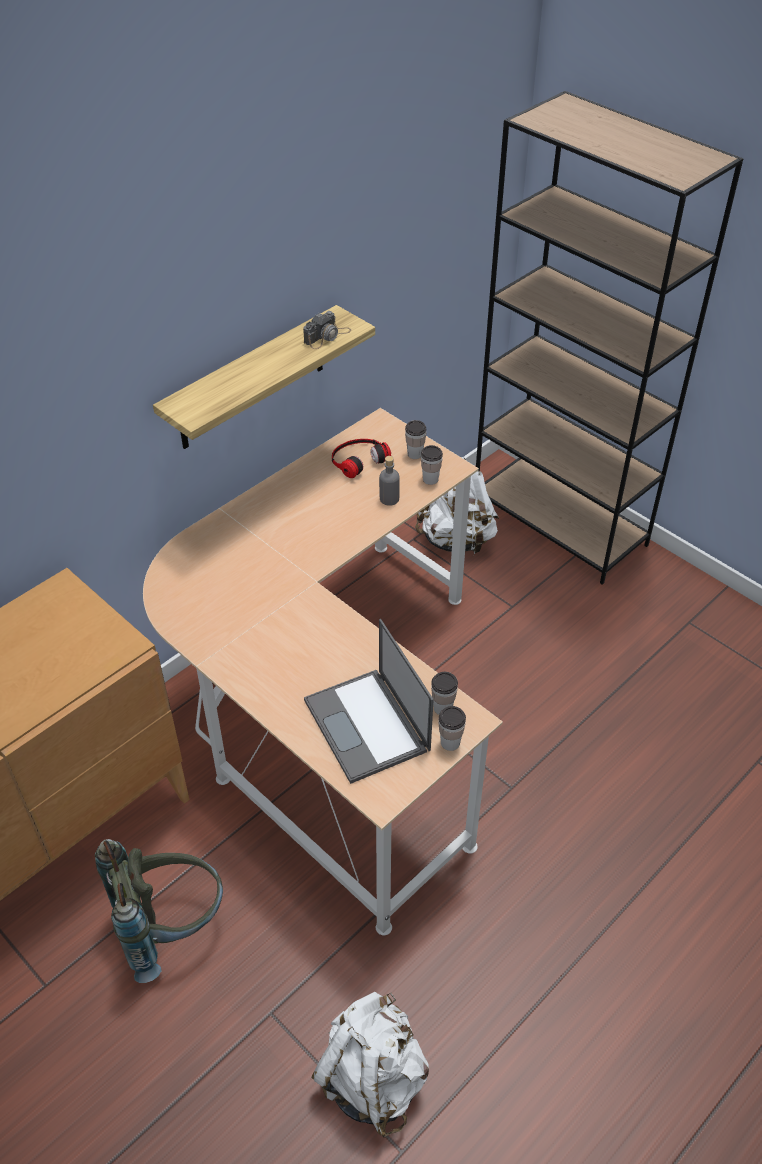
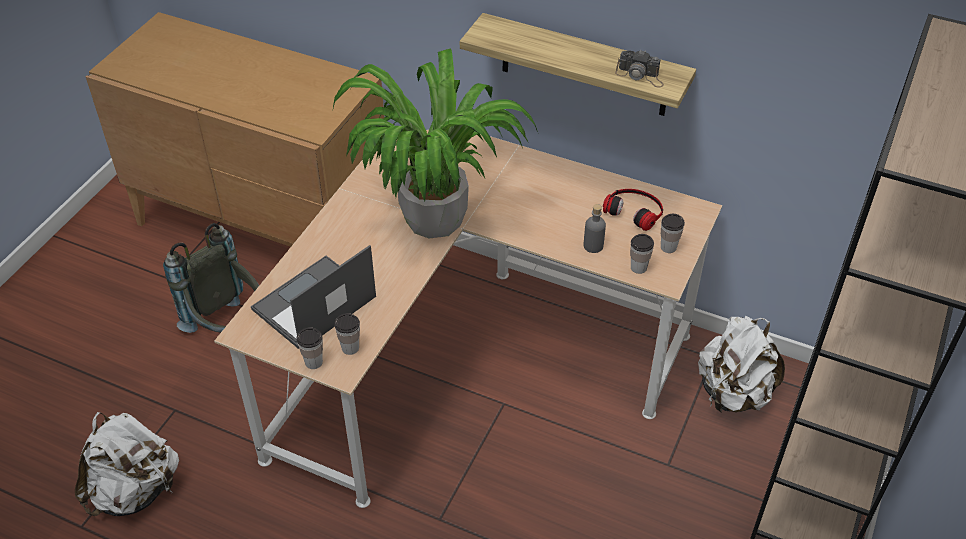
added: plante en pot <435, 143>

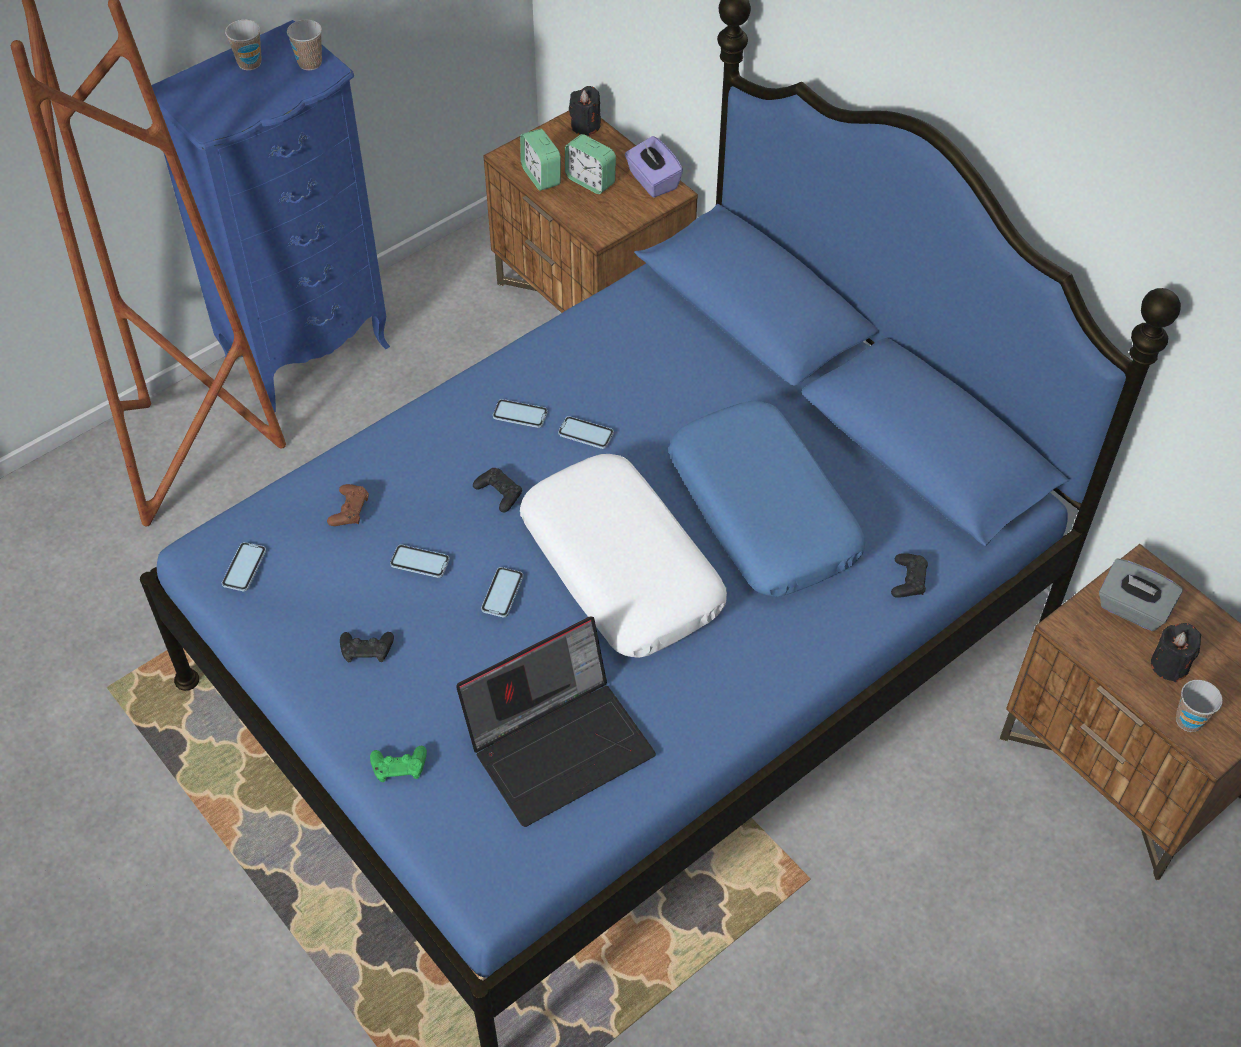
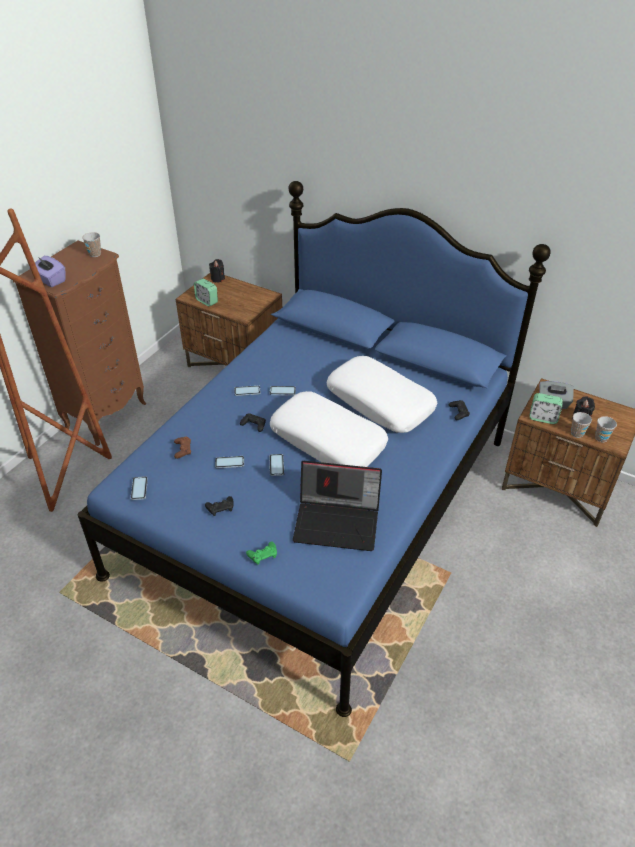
moved: tasse <243, 44> to <581, 425>; réveil <590, 164> to <546, 408>; boîte à mouchoirs [violet] <654, 167> to <47, 271>
recoloured: commode [bleu] <270, 216> to commode [marron] <80, 343>; coussin [bleu] <767, 499> to coussin [blanc] <382, 394>
turned: ordinateur portable <556, 721> = <337, 506> 60 degrees clockwise

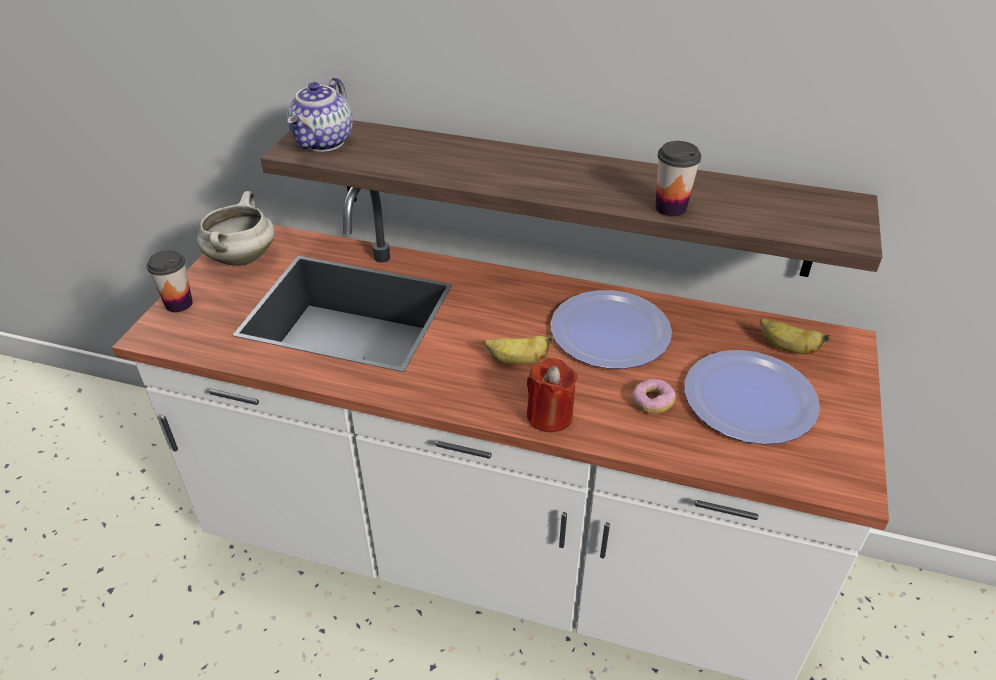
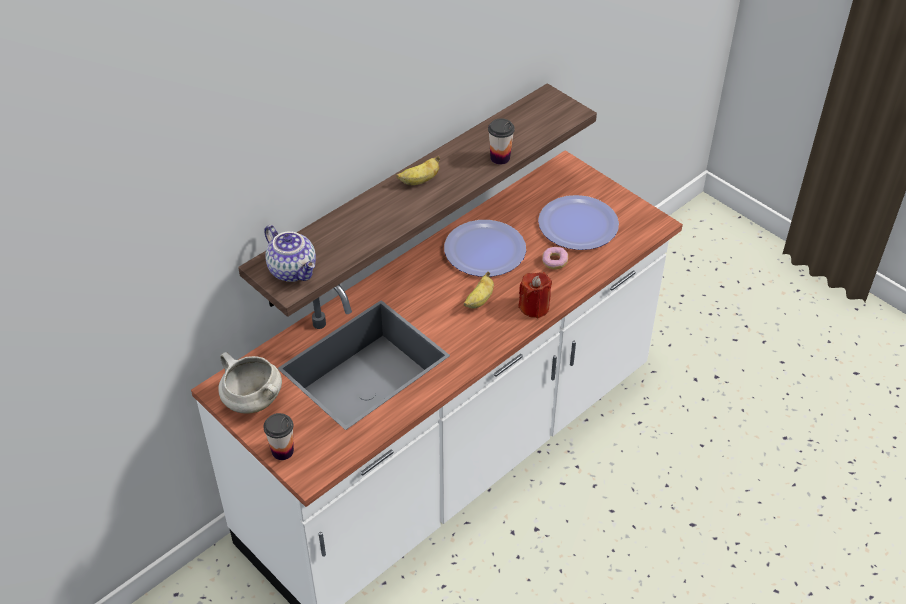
moved: banane <795, 336> to <418, 170>

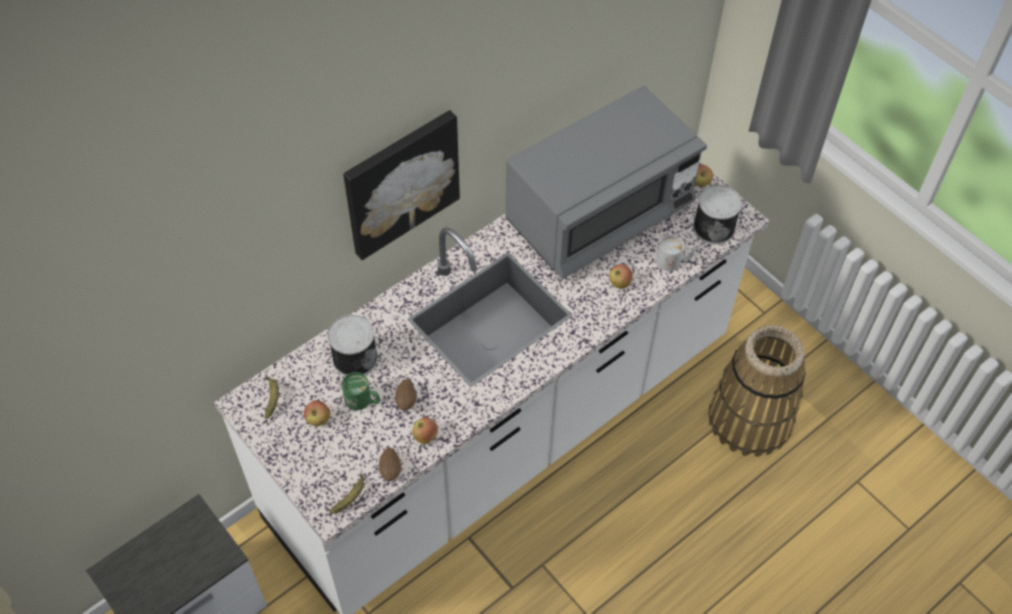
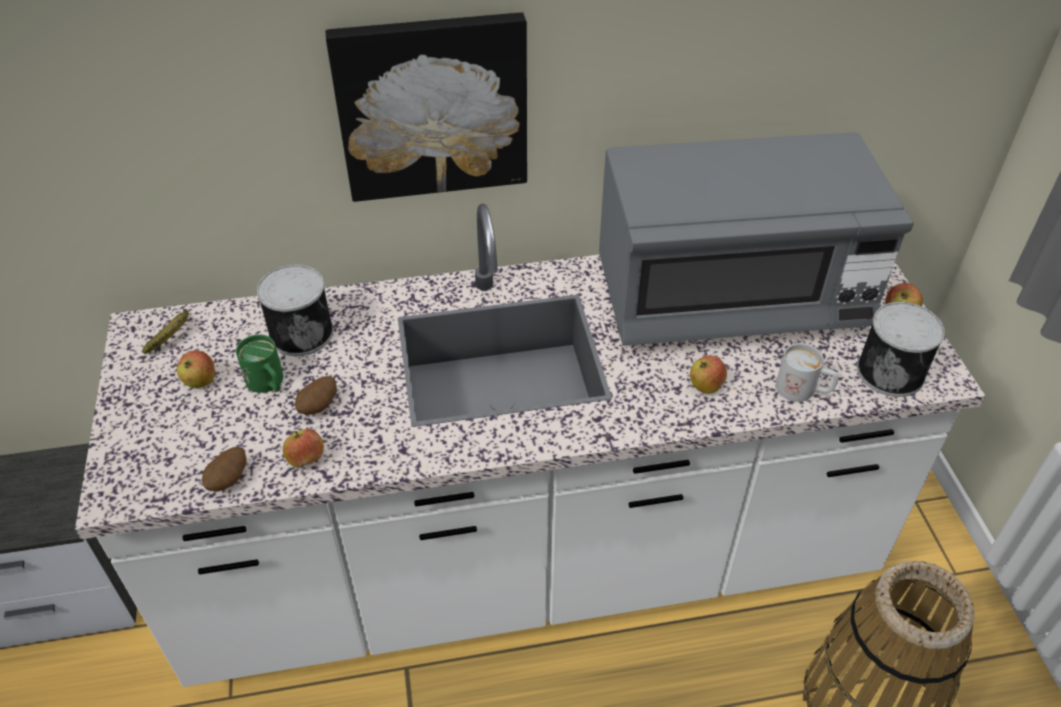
removed: banane <347, 494>

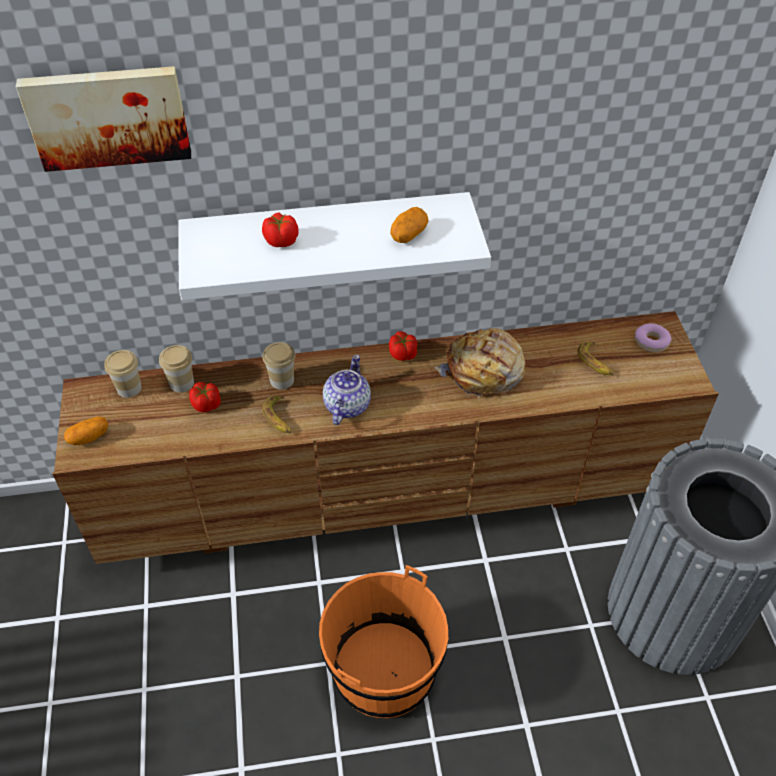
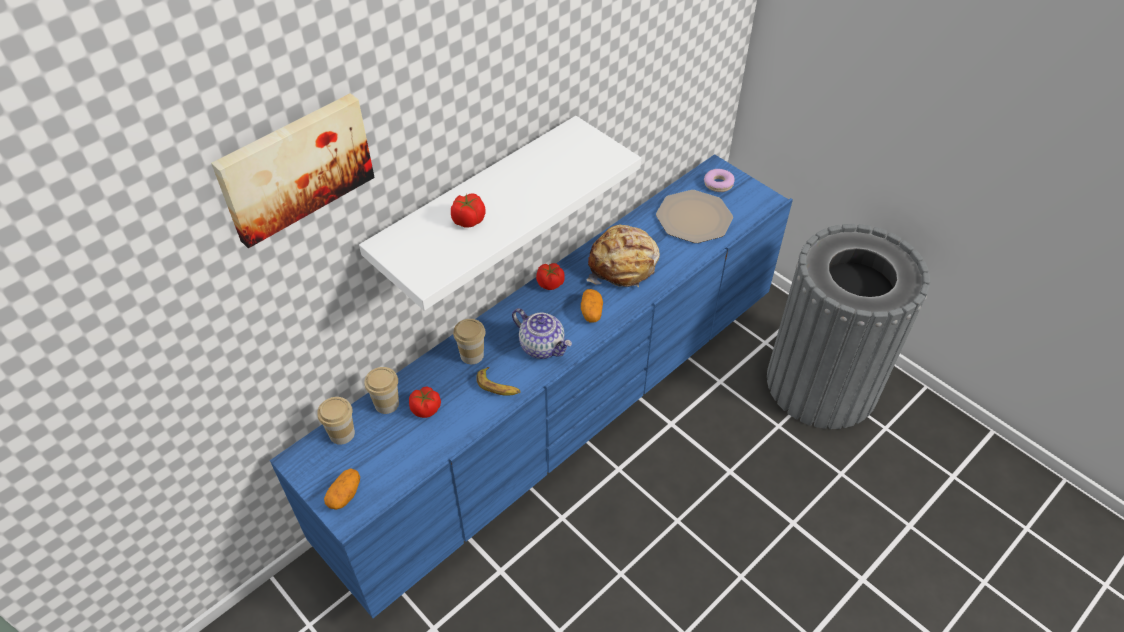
removed: seau [orange] <383, 641>
moved: pomme de terre <409, 225> to <592, 306>
replaced: banane <596, 358> to assiette <694, 216>
recoloured: meuble de rangement [marron] <385, 437> to meuble de rangement [bleu] <531, 386>
turned: théière <347, 389> = <542, 333> 150 degrees clockwise

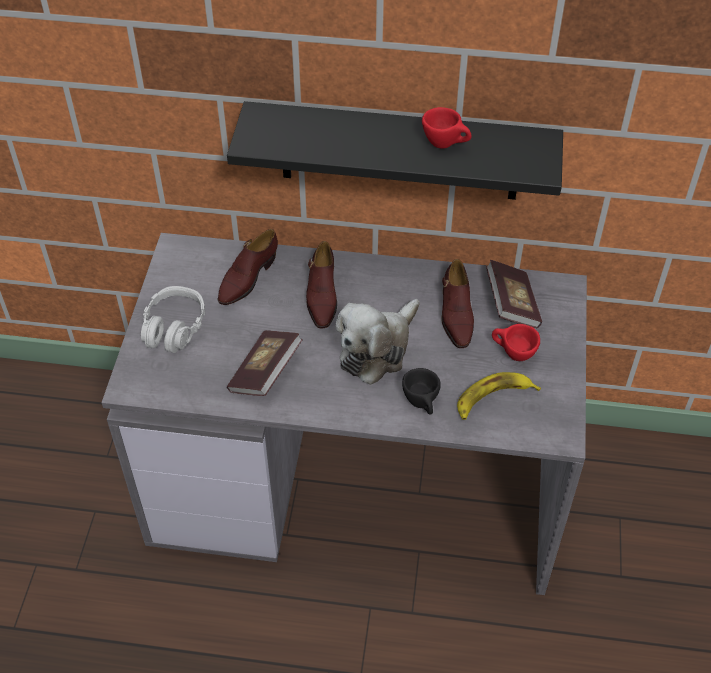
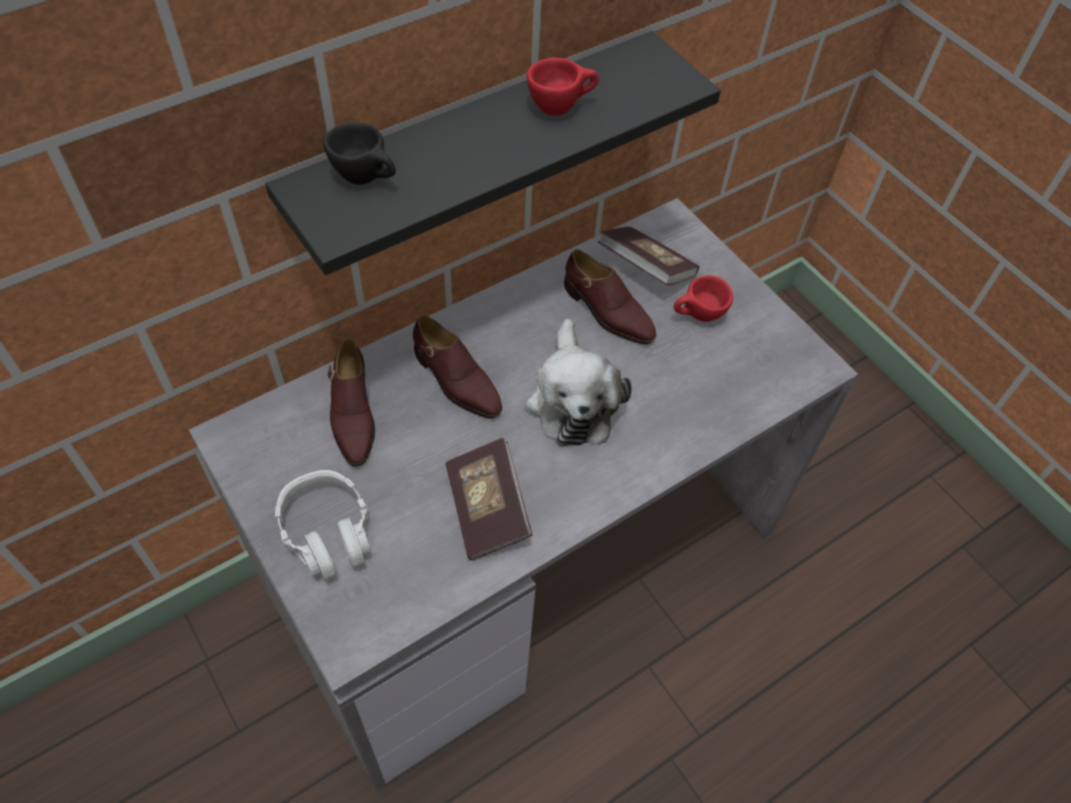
removed: banane <499, 396>
moved: tasse [noir] <421, 391> to <359, 153>

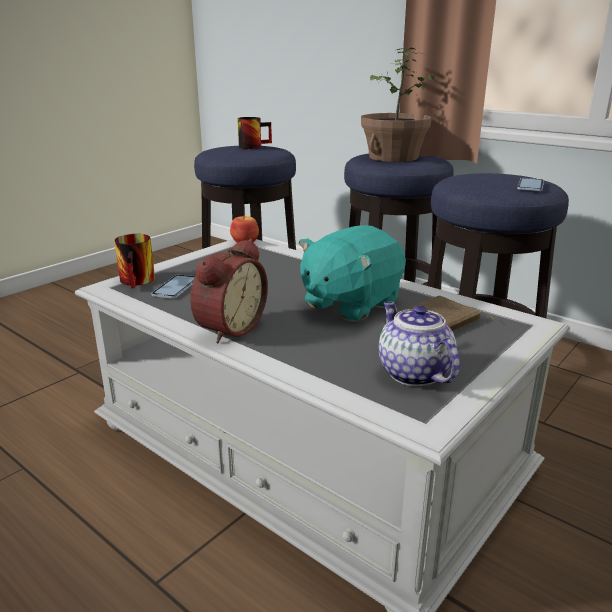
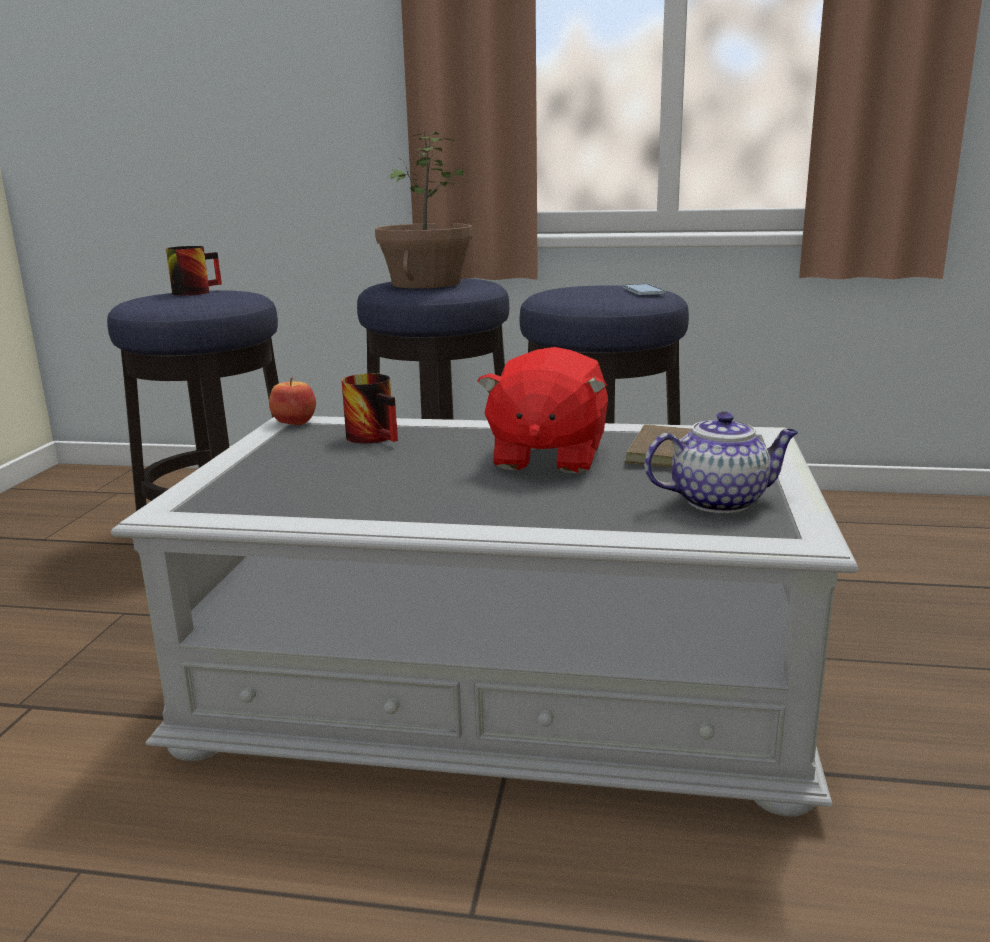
removed: réveil <229, 291>; téléphone <173, 287>
moved: mug <135, 261> to <370, 409>
recoloured: peluche [turquoise] <352, 273> to peluche [rouge] <542, 410>
turned: théière <419, 343> = <721, 462> 135 degrees clockwise

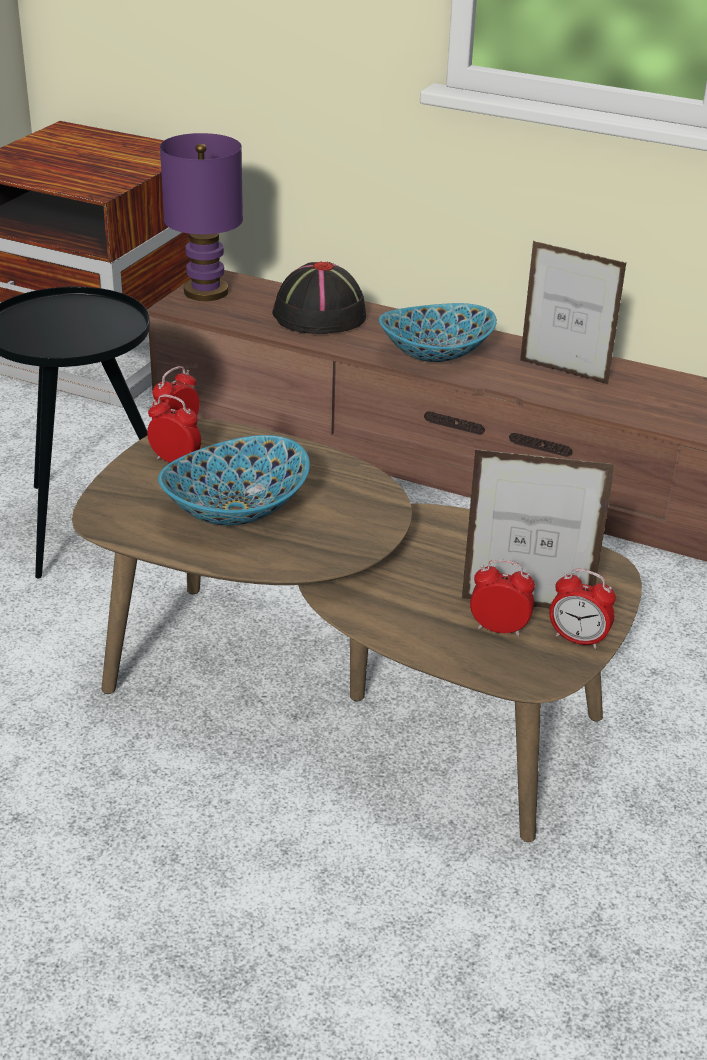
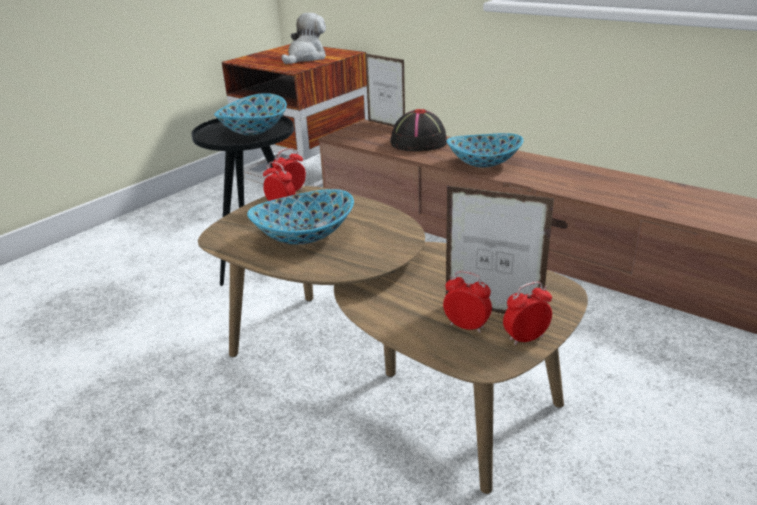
removed: lampe de table [violet] <201, 217>
added: peluche <304, 38>; bol <250, 114>
moved: cadre photo <573, 313> to <385, 90>
turned: réveil <582, 609> = <527, 313> 120 degrees clockwise

